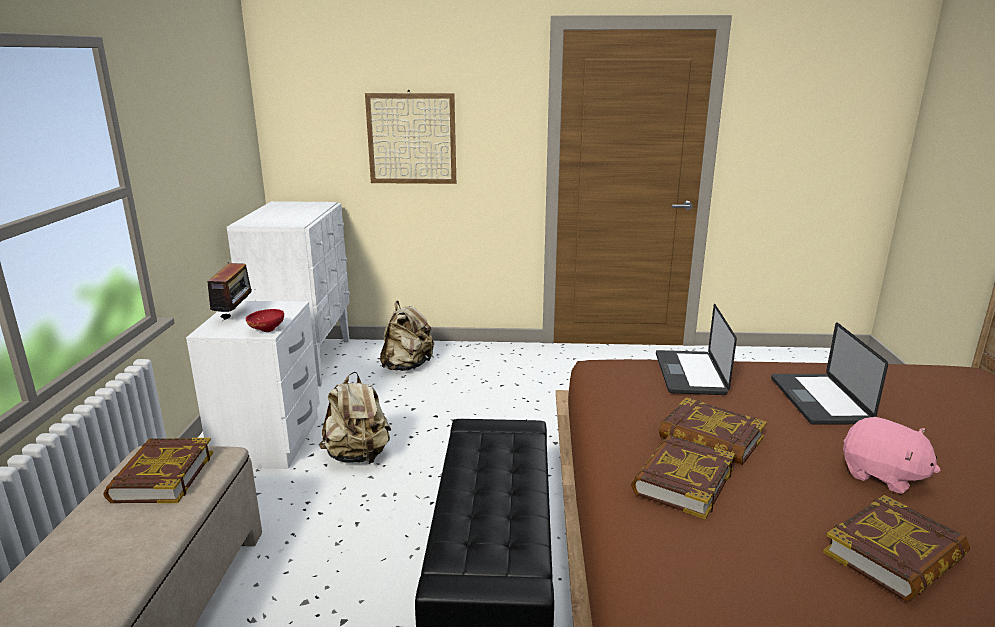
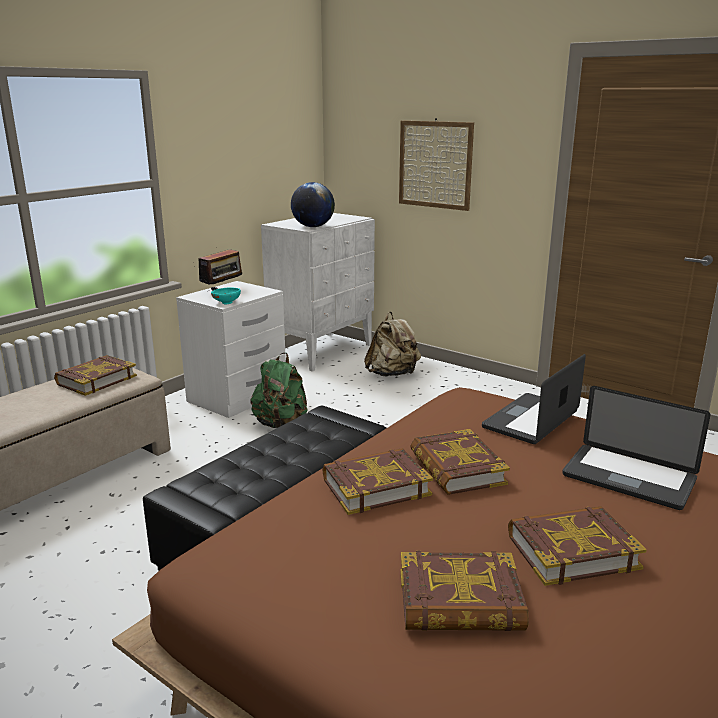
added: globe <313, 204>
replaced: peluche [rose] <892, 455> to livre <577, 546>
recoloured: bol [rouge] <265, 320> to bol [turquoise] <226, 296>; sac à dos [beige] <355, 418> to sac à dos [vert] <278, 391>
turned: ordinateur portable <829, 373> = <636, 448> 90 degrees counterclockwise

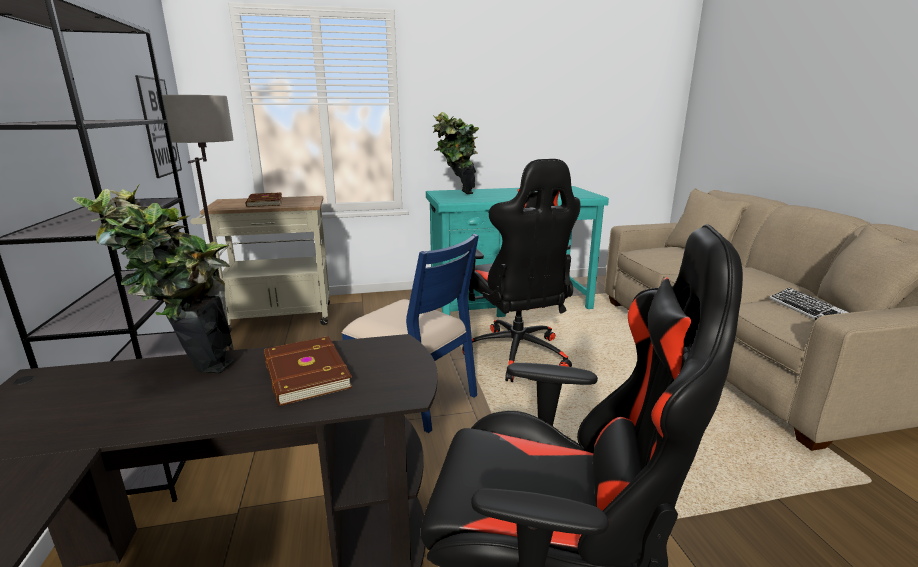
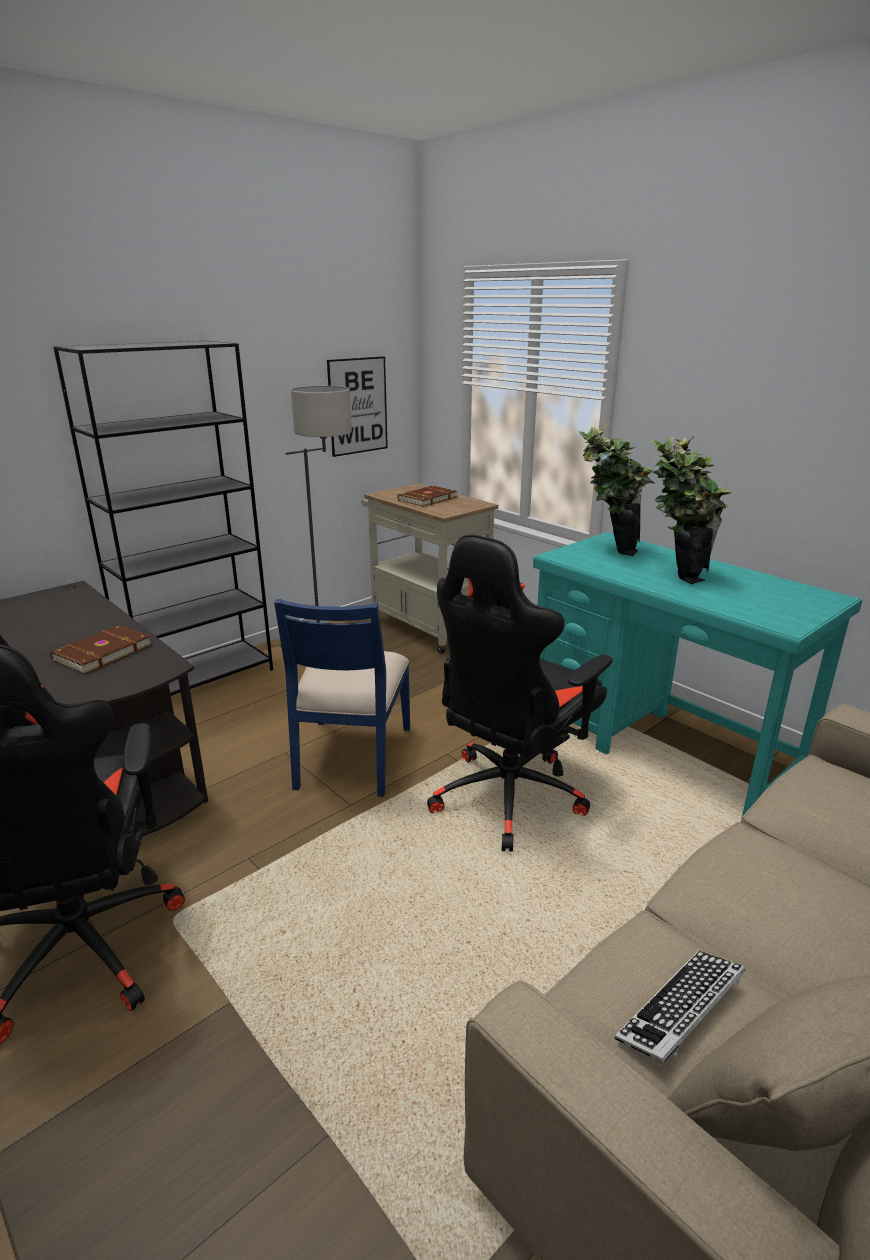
moved: plante en pot <153, 279> to <692, 510>

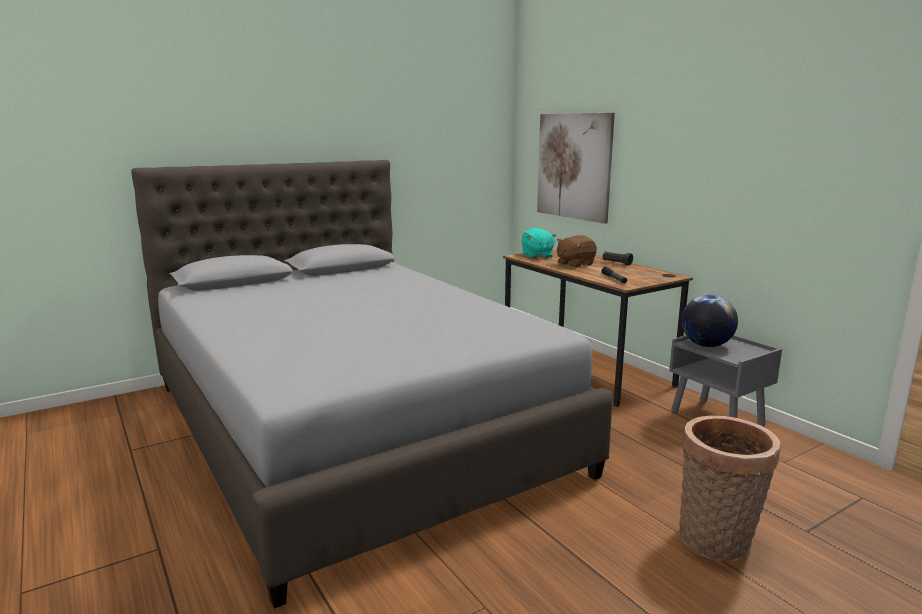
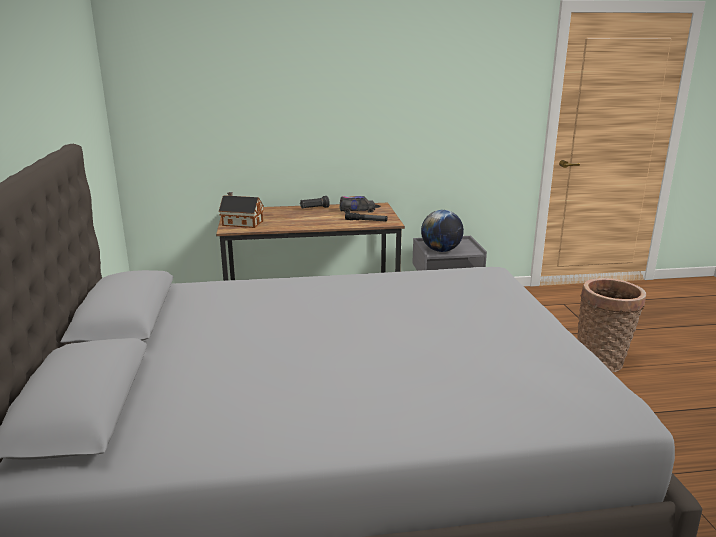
removed: tableau <576, 168>; peluche [marron] <577, 251>
added: camion jouet <357, 204>
replaced: peluche [turquoise] <539, 243> to maison miniature <241, 210>

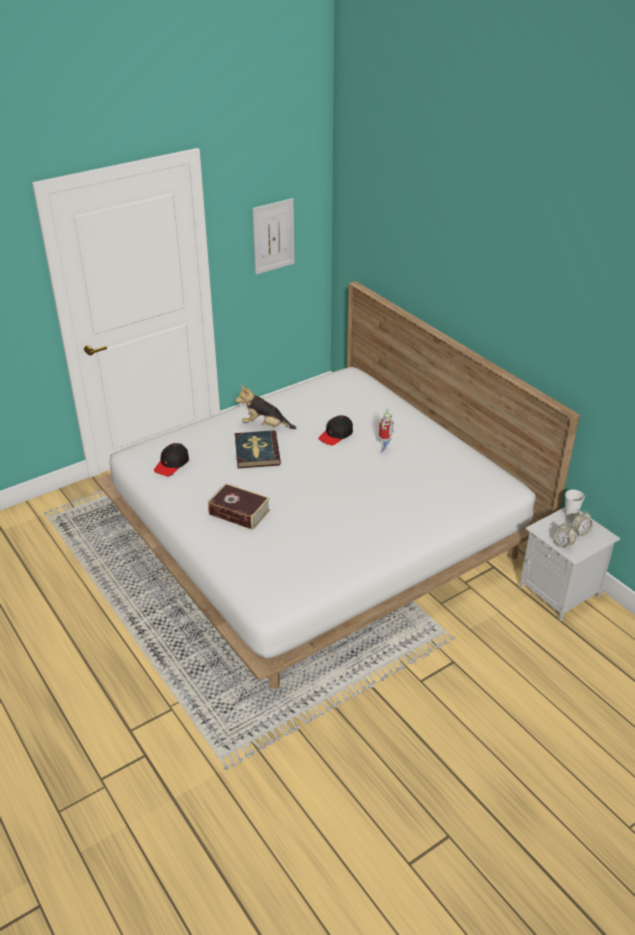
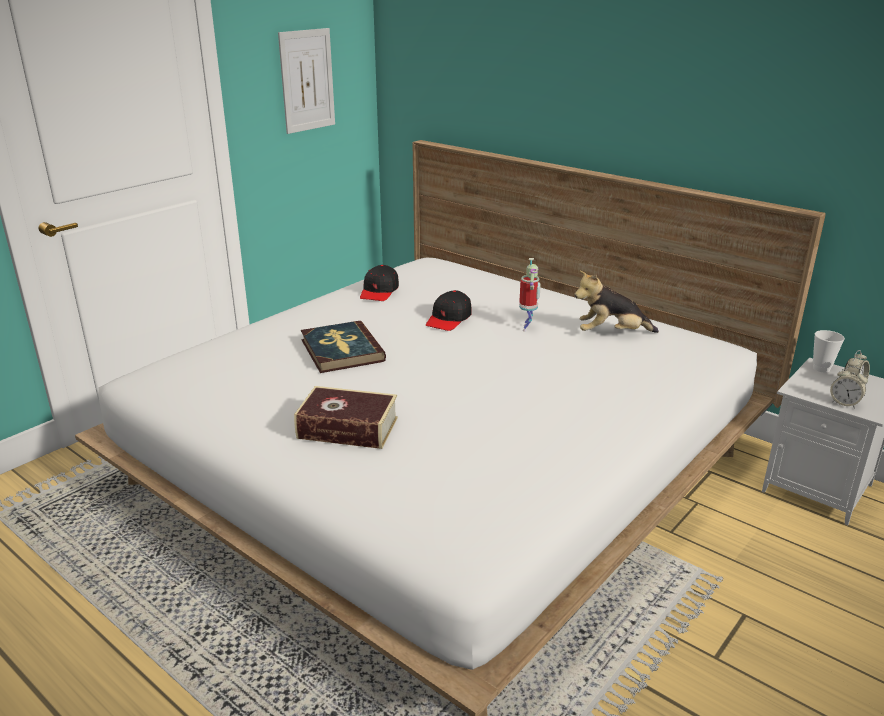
moved: peluche <266, 407> to <616, 301>; casquette [noir] <171, 459> to <379, 283>

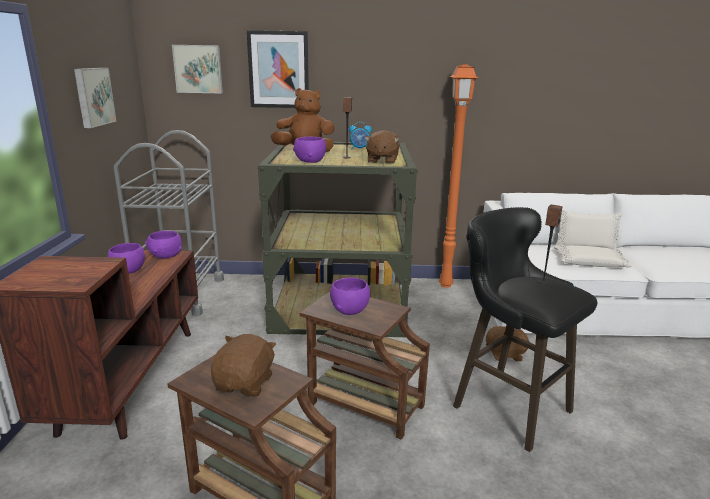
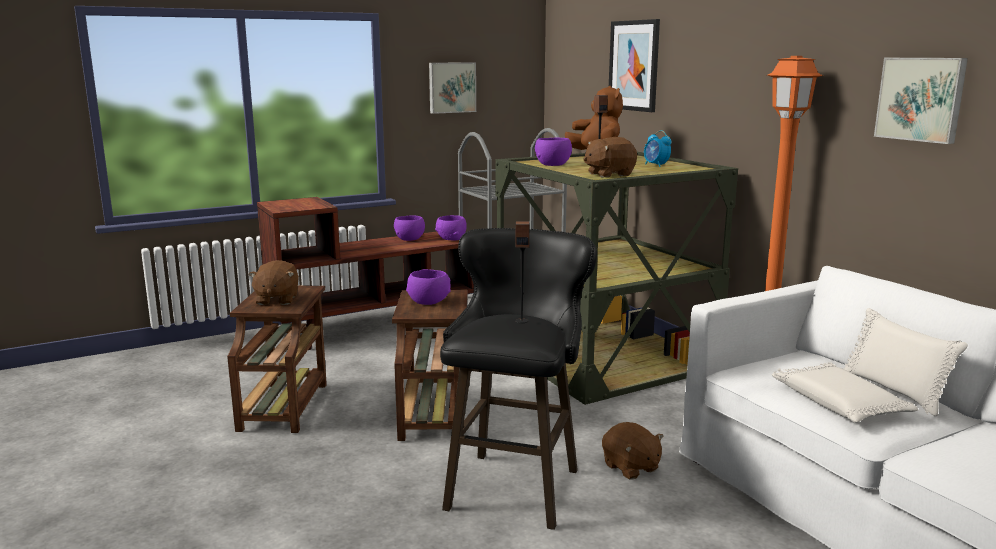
moved: tableau <197, 69> to <921, 101>
turned: peluche [marron] <244, 365> = <273, 282> 105 degrees clockwise

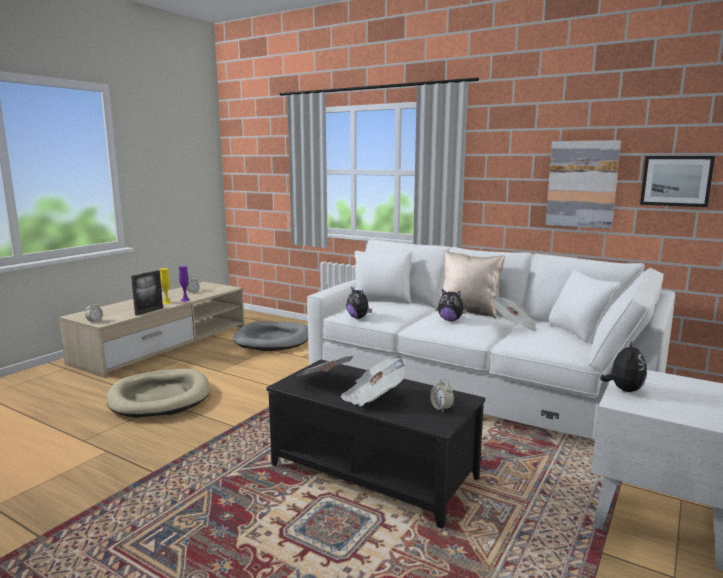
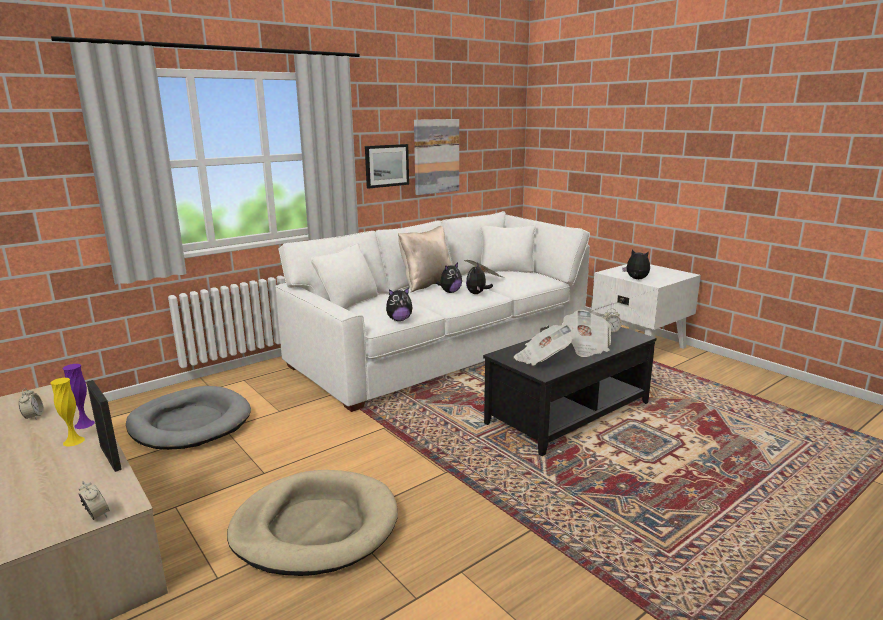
added: peluche <479, 278>
moved: tableau <677, 181> to <387, 166>

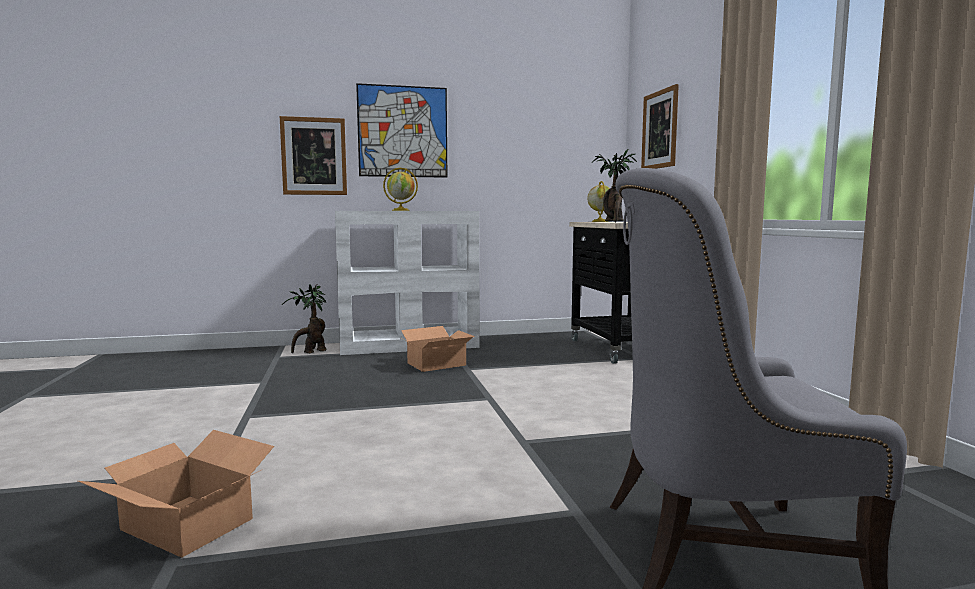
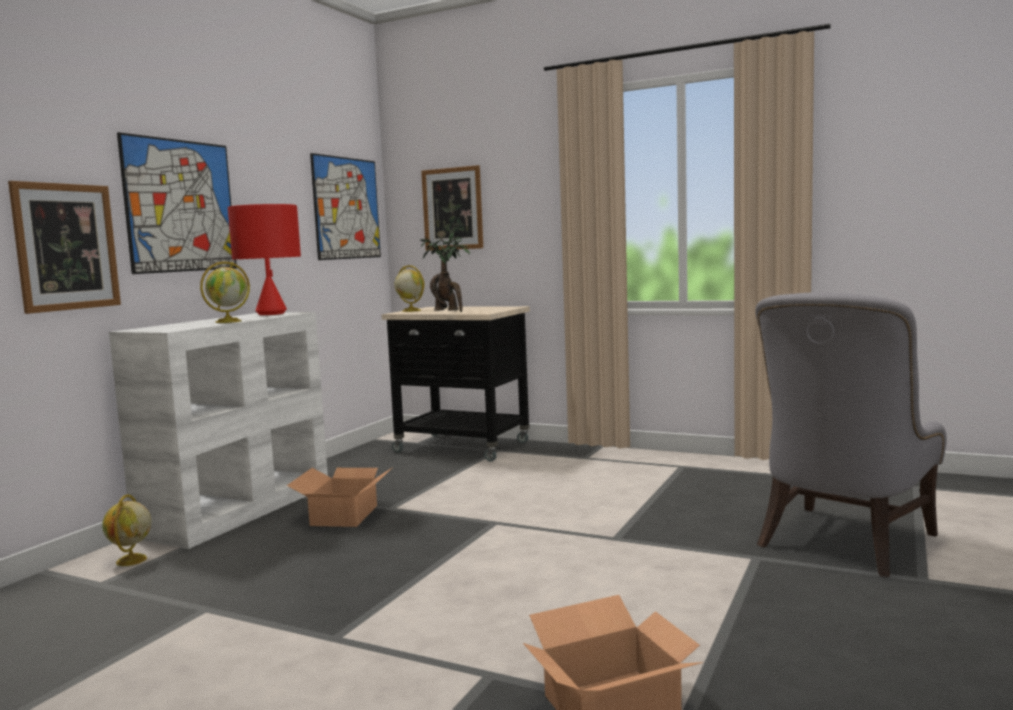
added: tableau <345, 206>; lampe de table [rouge] <264, 259>
replaced: plante en pot <304, 318> to globe <126, 530>

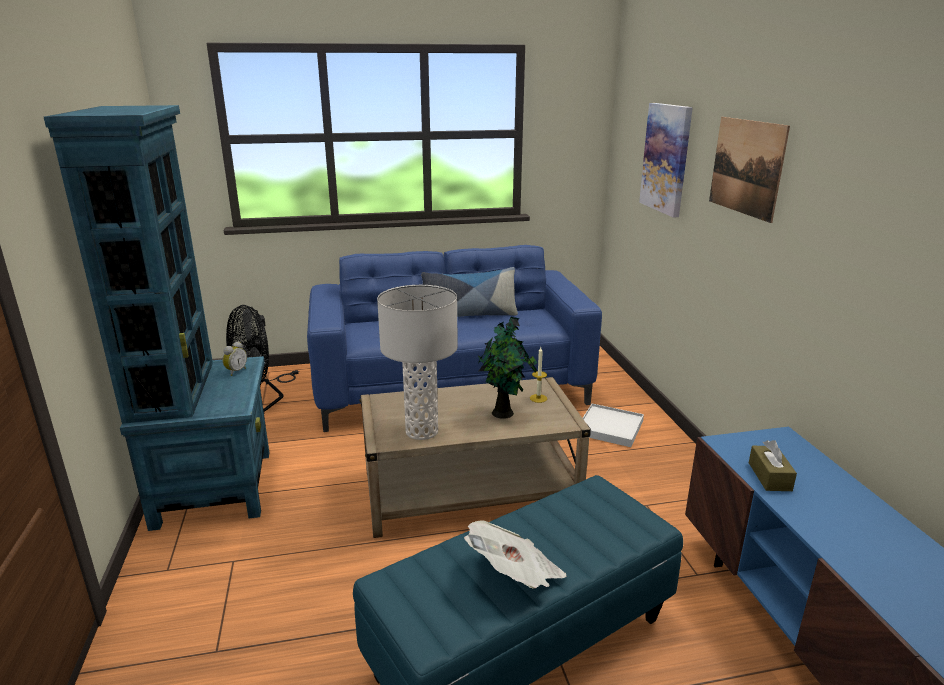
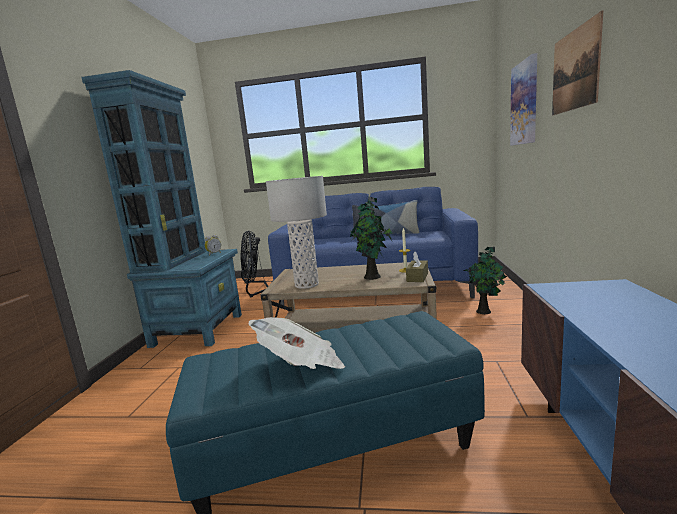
moved: boîte à mouchoirs [marron] <773, 465> to <417, 267>
replaced: plateau [blanc] <613, 425> to plante en pot <485, 280>

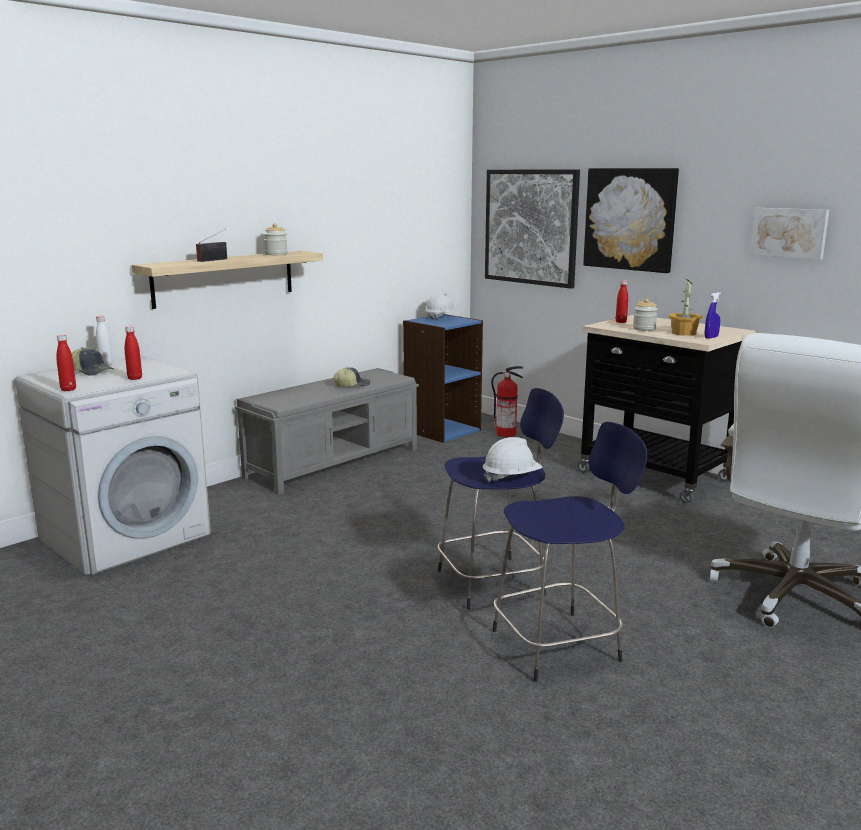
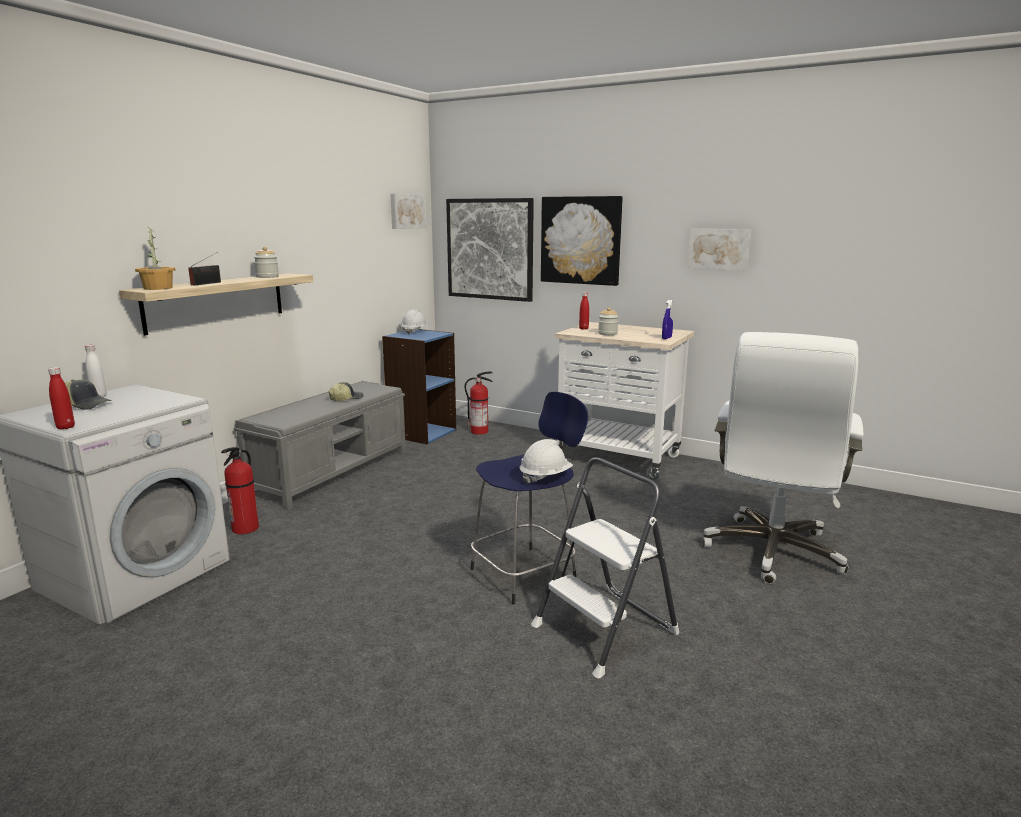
removed: bouteille [rouge] <133, 353>
added: tableau <408, 211>; extincteur <240, 490>
moved: plante en pot <686, 307> to <155, 258>
replaced: tabouret [bleu] <570, 552> to escabeau [blanc] <605, 568>
recoloured: chariot [noir] <666, 409> to chariot [blanc] <624, 401>

